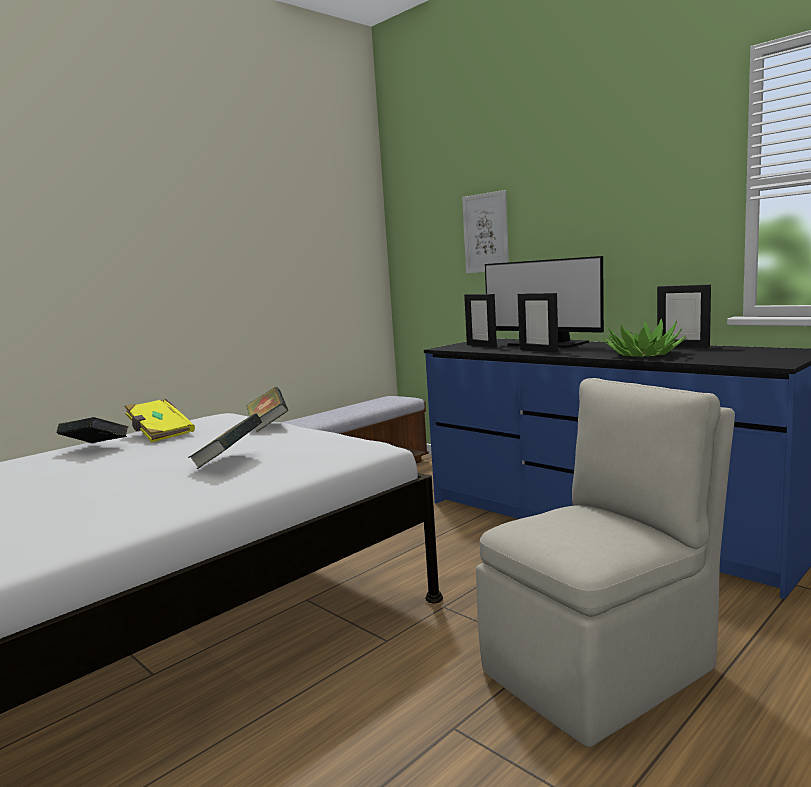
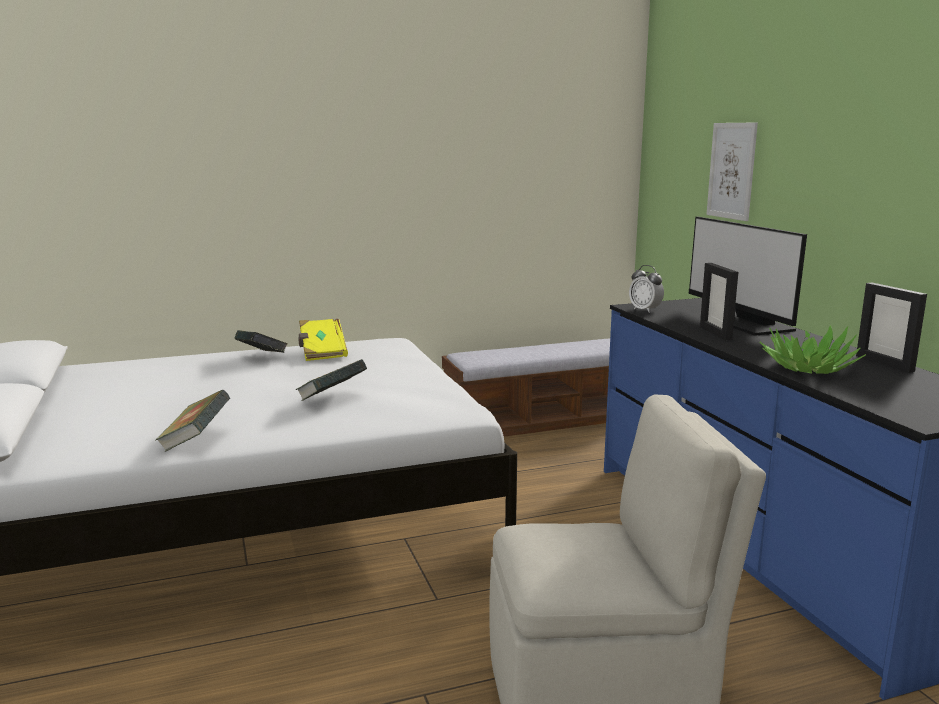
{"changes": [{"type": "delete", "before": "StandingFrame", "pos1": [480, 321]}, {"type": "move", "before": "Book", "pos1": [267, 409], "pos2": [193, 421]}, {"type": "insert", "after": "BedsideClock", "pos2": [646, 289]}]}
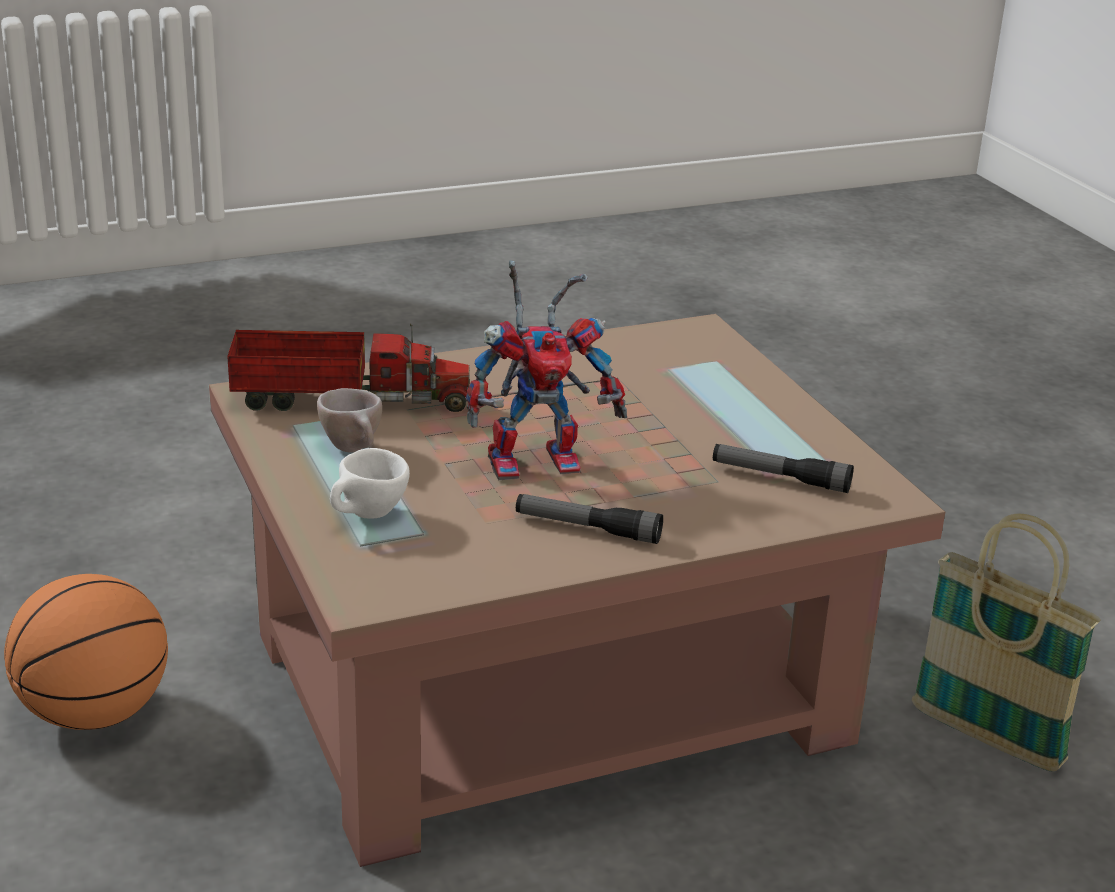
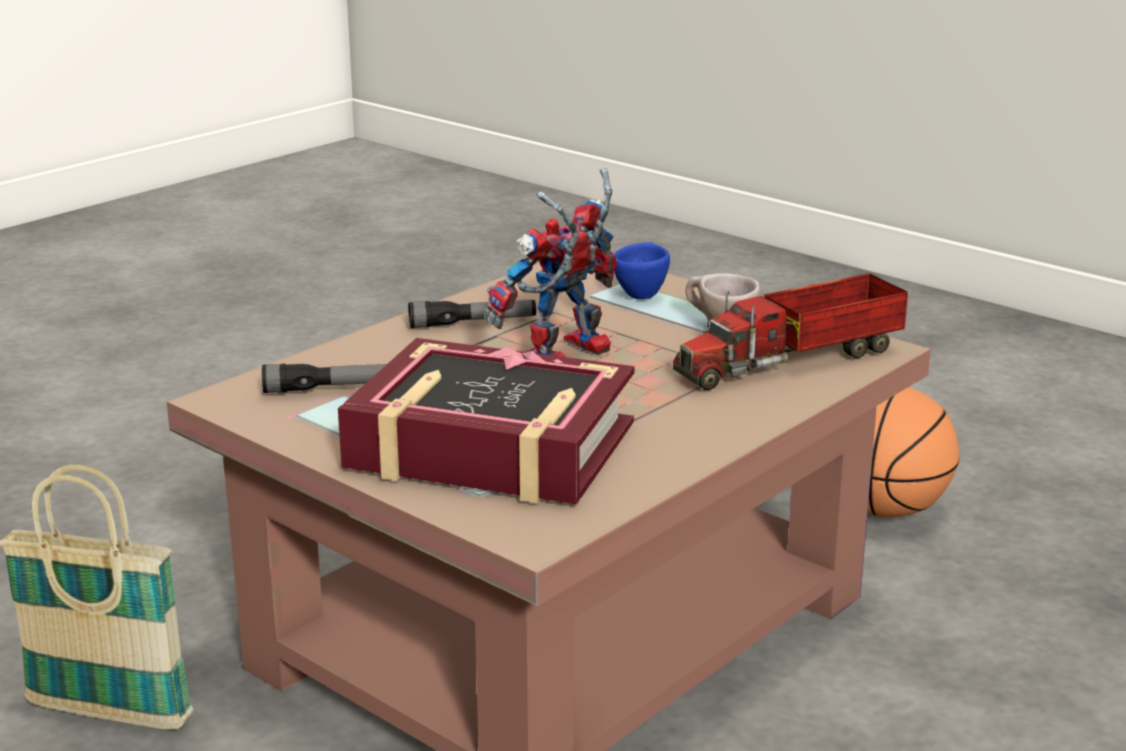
{"changes": [{"type": "recolor", "before": "WhitishCup", "after": "BlueCup", "pos1": [370, 483], "pos2": [642, 270]}, {"type": "insert", "after": "Book", "pos2": [486, 421]}]}
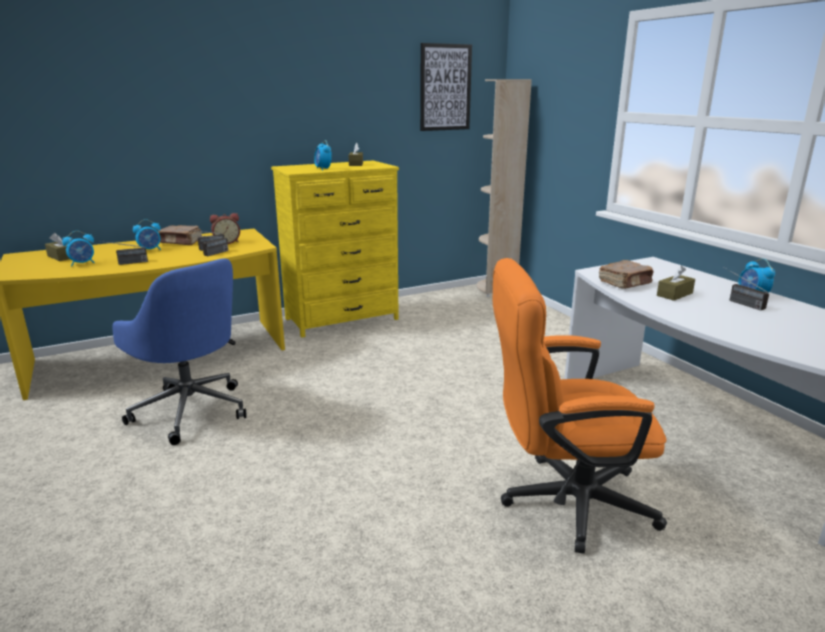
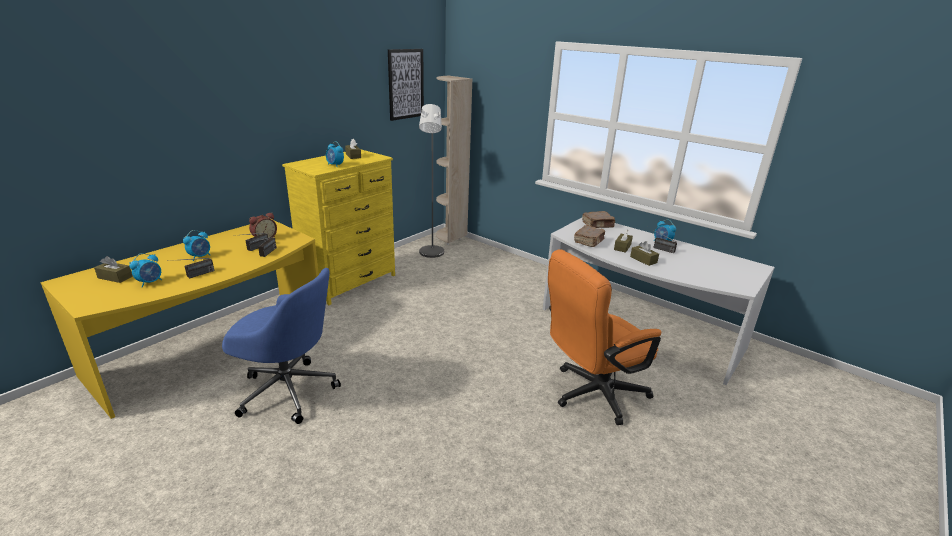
{"changes": [{"type": "move", "before": "BrownBook", "pos1": [180, 235], "pos2": [598, 219]}, {"type": "insert", "after": "GreyishStandingLamp", "pos2": [431, 181]}, {"type": "insert", "after": "BrownTissueHolder", "pos2": [644, 253]}]}
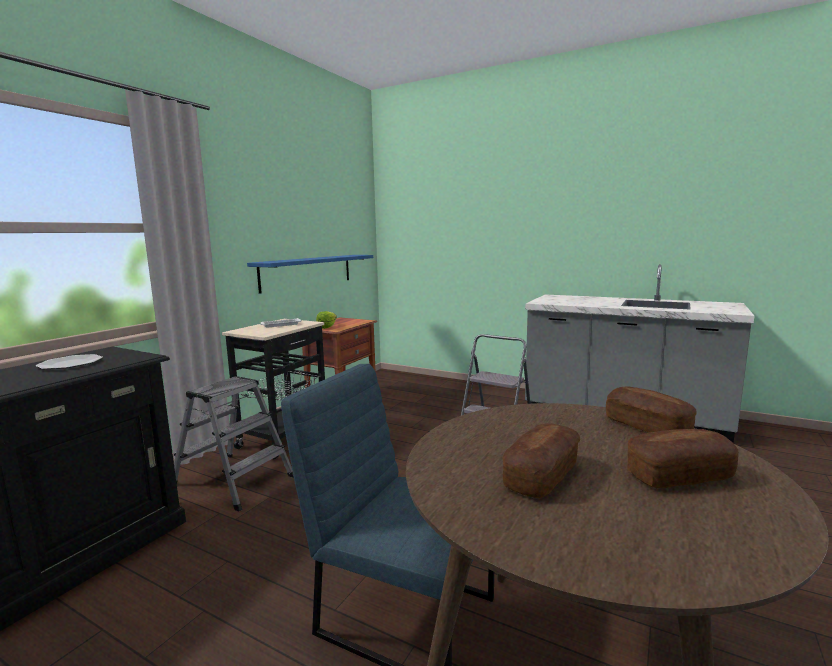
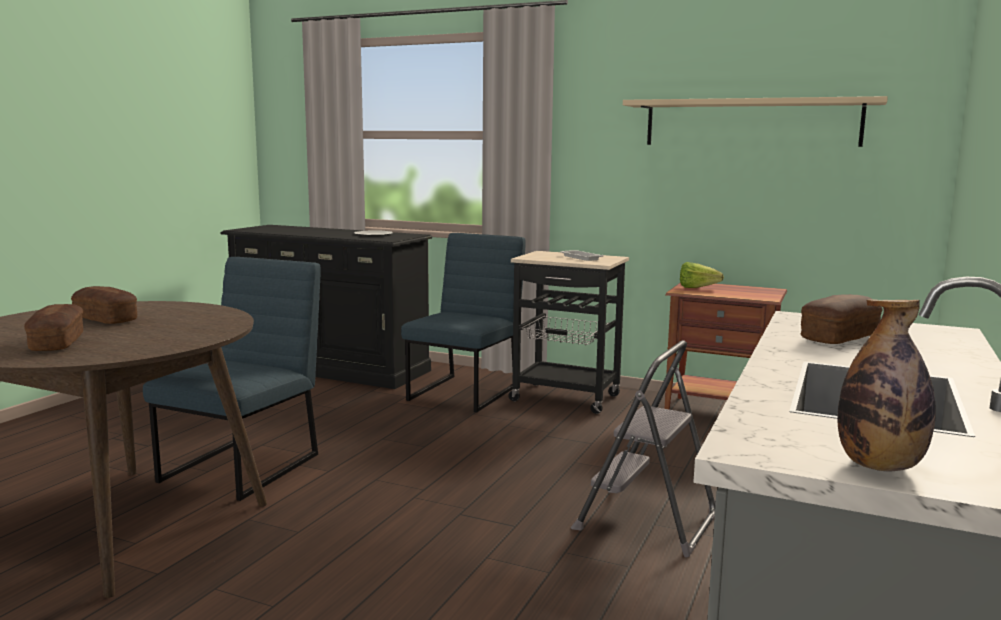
{"changes": [{"type": "delete", "before": "BlueWallShelf", "pos1": [310, 274]}, {"type": "replace", "before": "GreyishStepLadder", "after": "BluePlainChair", "pos1": [234, 443], "pos2": [463, 322]}, {"type": "move", "before": "BakedBread", "pos1": [651, 409], "pos2": [841, 319]}, {"type": "insert", "after": "BeigeColouredWallShelf", "pos2": [755, 121]}, {"type": "insert", "after": "DrinkBottle", "pos2": [886, 385]}]}
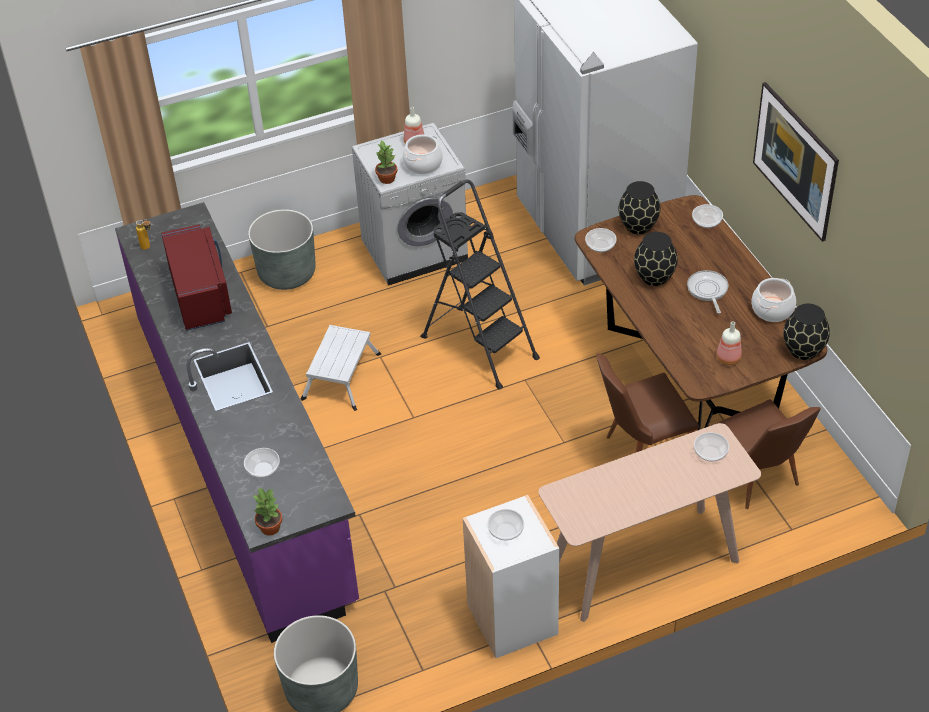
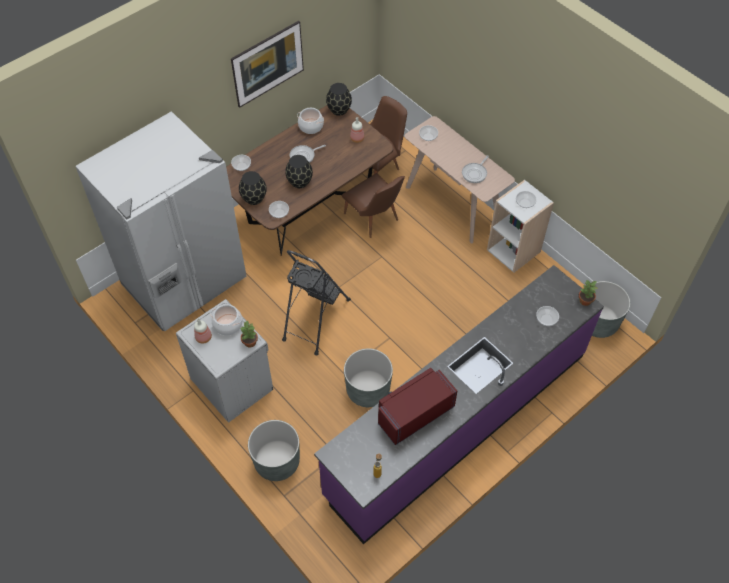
{"changes": [{"type": "replace", "before": "WhitishStepLadder", "after": "GreyishFlowerPot", "pos1": [341, 368], "pos2": [368, 377]}, {"type": "insert", "after": "FryingPan", "pos2": [475, 169]}]}
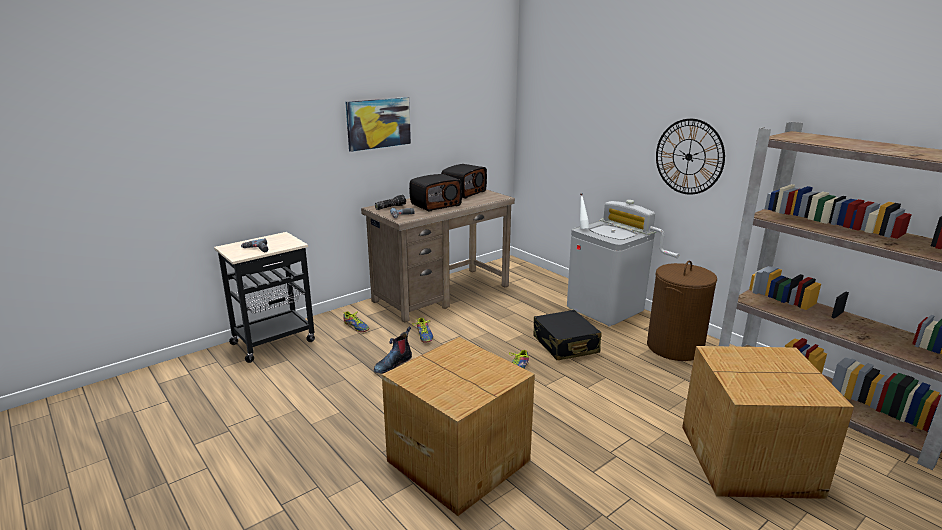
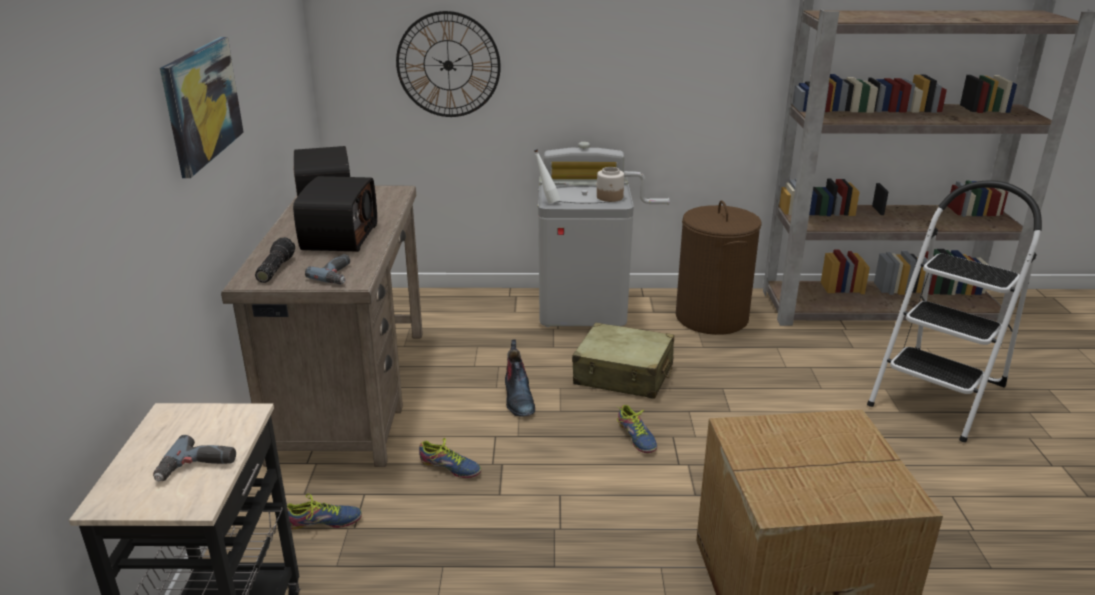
{"changes": [{"type": "move", "before": "WallClock", "pos1": [690, 157], "pos2": [448, 64]}, {"type": "recolor", "before": "BlackTravelCase", "after": "BeigeColouredTravelCase", "pos1": [567, 335], "pos2": [623, 361]}, {"type": "move", "before": "HighTopBoot", "pos1": [393, 350], "pos2": [520, 378]}, {"type": "replace", "before": "PackingBox", "after": "StepLadder", "pos1": [768, 422], "pos2": [954, 311]}, {"type": "insert", "after": "Jar", "pos2": [610, 184]}]}
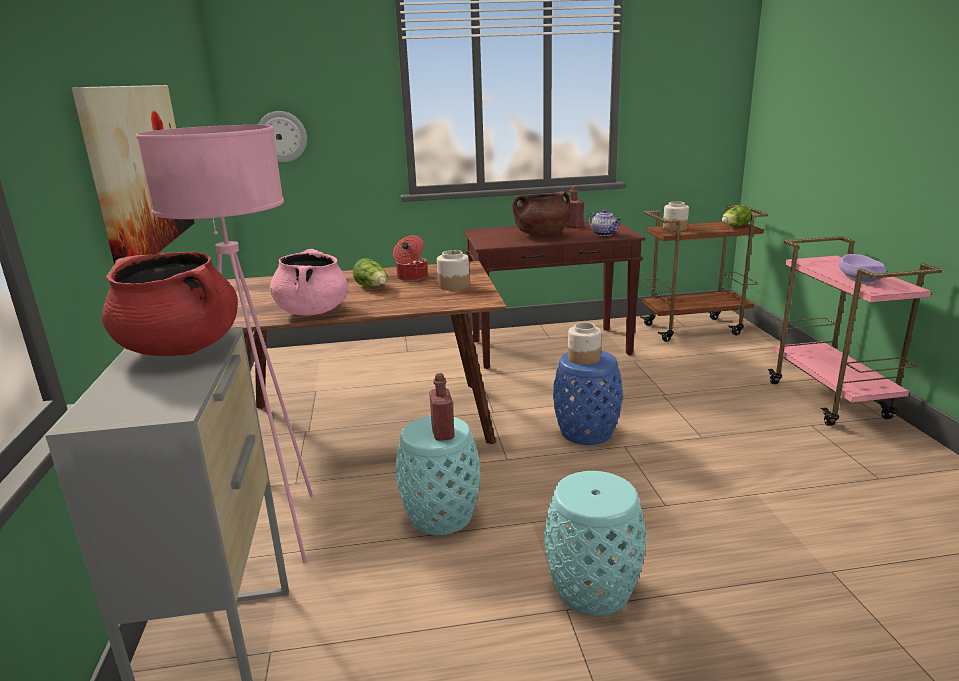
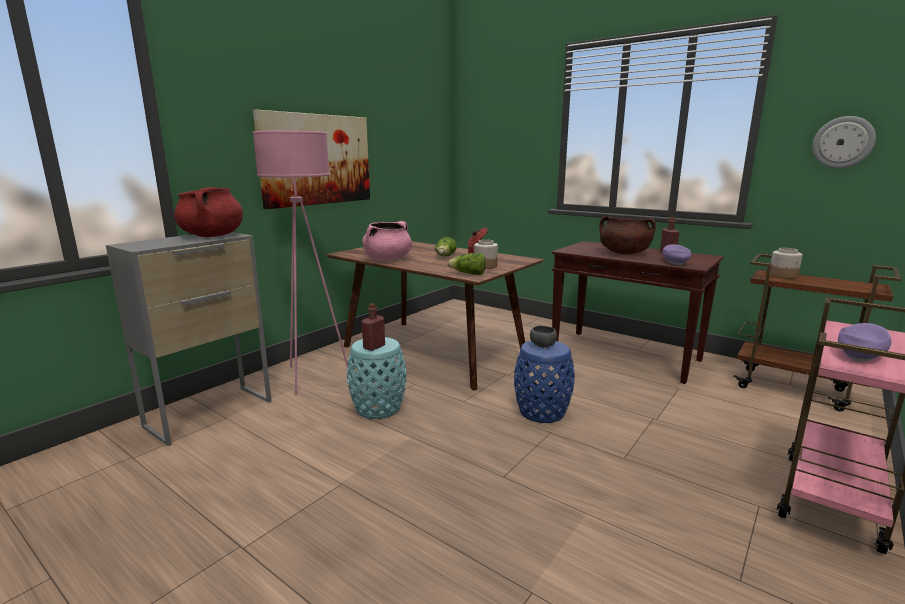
{"changes": [{"type": "move", "before": "WallClock", "pos1": [282, 136], "pos2": [844, 142]}, {"type": "move", "before": "Lettuce", "pos1": [737, 215], "pos2": [466, 264]}, {"type": "replace", "before": "TeaPot", "after": "PurplishDeepDish", "pos1": [605, 222], "pos2": [677, 254]}, {"type": "replace", "before": "Jar", "after": "GreyishDeepDish", "pos1": [584, 343], "pos2": [543, 336]}, {"type": "delete", "before": "TurquoiseStoolSeat", "pos1": [595, 543]}]}
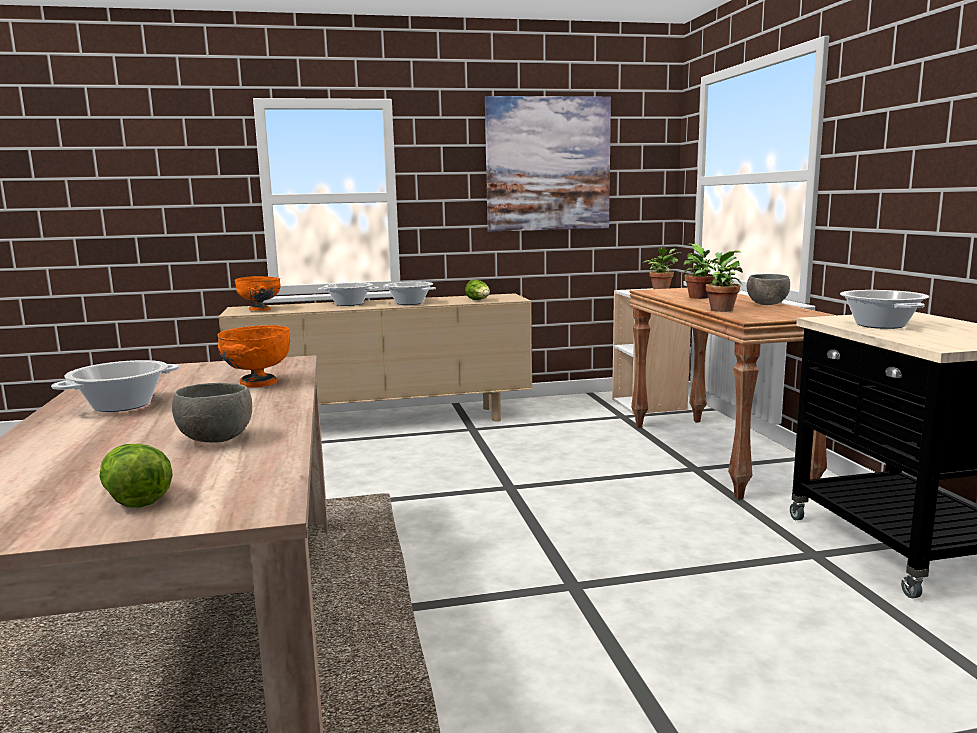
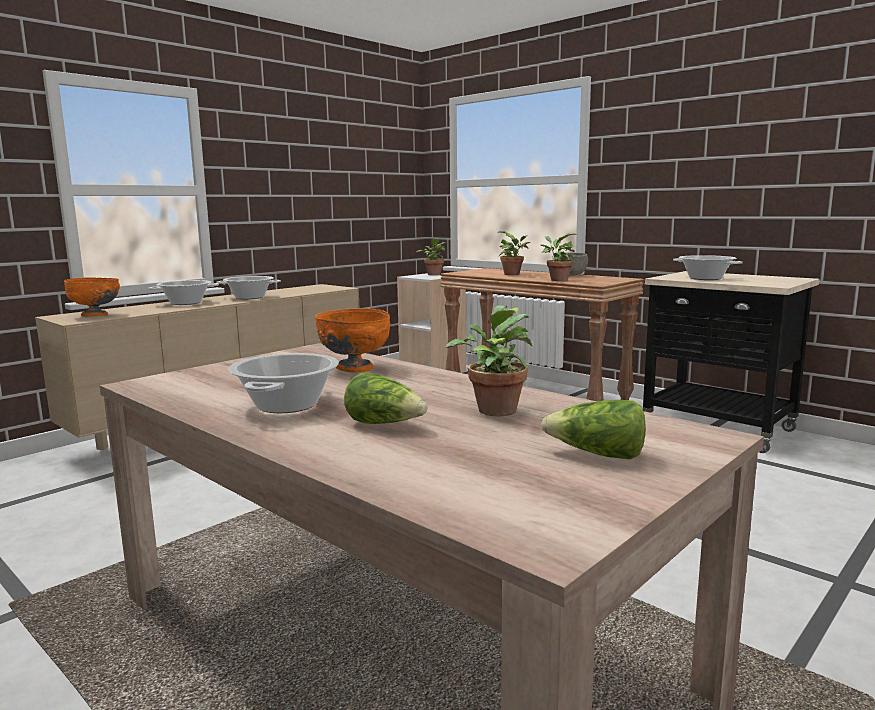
{"changes": [{"type": "delete", "before": "WallPicture", "pos1": [548, 164]}, {"type": "move", "before": "Lettuce", "pos1": [477, 289], "pos2": [385, 398]}, {"type": "replace", "before": "GreyishDeepDish", "after": "PlantInAPot", "pos1": [212, 412], "pos2": [489, 360]}]}
